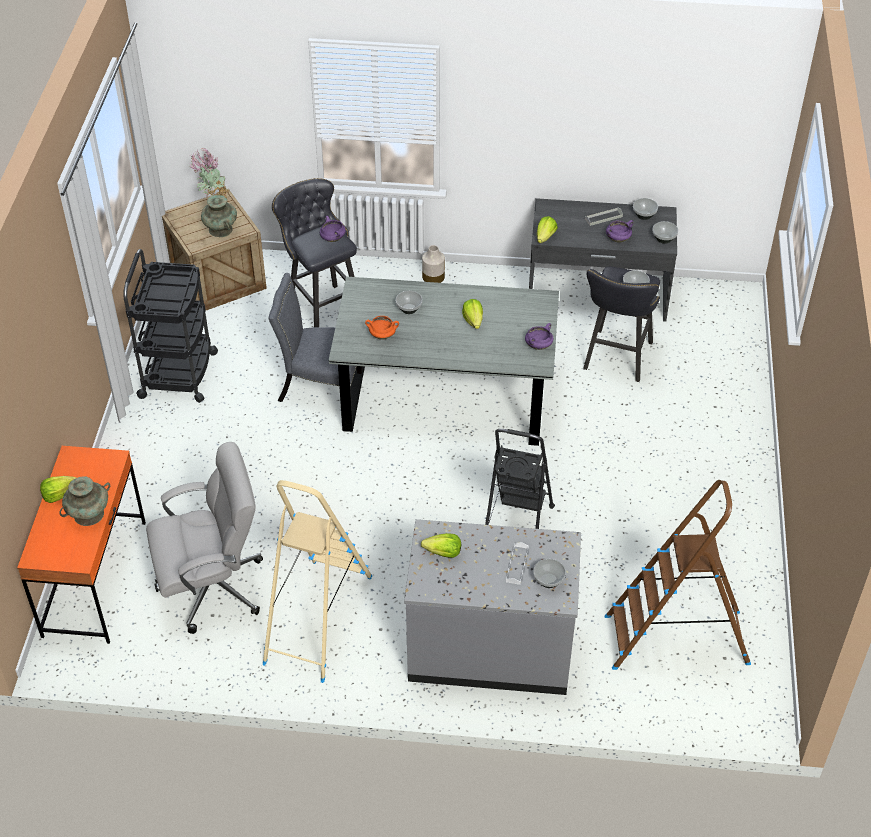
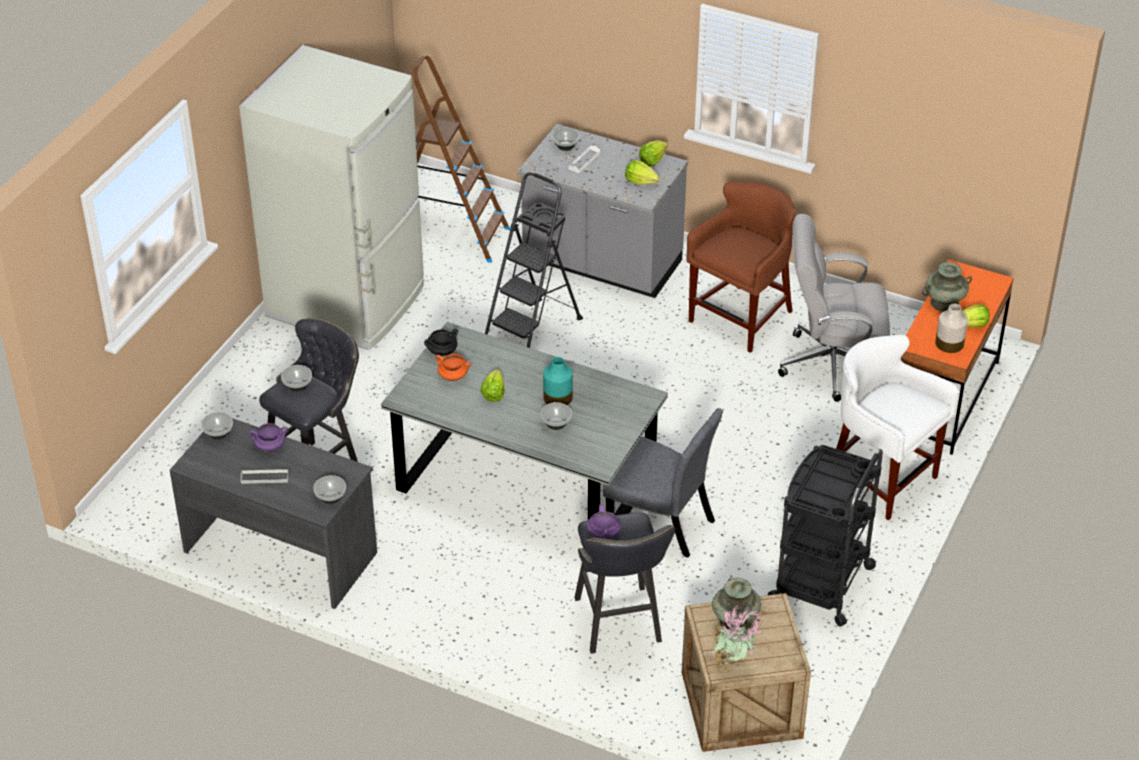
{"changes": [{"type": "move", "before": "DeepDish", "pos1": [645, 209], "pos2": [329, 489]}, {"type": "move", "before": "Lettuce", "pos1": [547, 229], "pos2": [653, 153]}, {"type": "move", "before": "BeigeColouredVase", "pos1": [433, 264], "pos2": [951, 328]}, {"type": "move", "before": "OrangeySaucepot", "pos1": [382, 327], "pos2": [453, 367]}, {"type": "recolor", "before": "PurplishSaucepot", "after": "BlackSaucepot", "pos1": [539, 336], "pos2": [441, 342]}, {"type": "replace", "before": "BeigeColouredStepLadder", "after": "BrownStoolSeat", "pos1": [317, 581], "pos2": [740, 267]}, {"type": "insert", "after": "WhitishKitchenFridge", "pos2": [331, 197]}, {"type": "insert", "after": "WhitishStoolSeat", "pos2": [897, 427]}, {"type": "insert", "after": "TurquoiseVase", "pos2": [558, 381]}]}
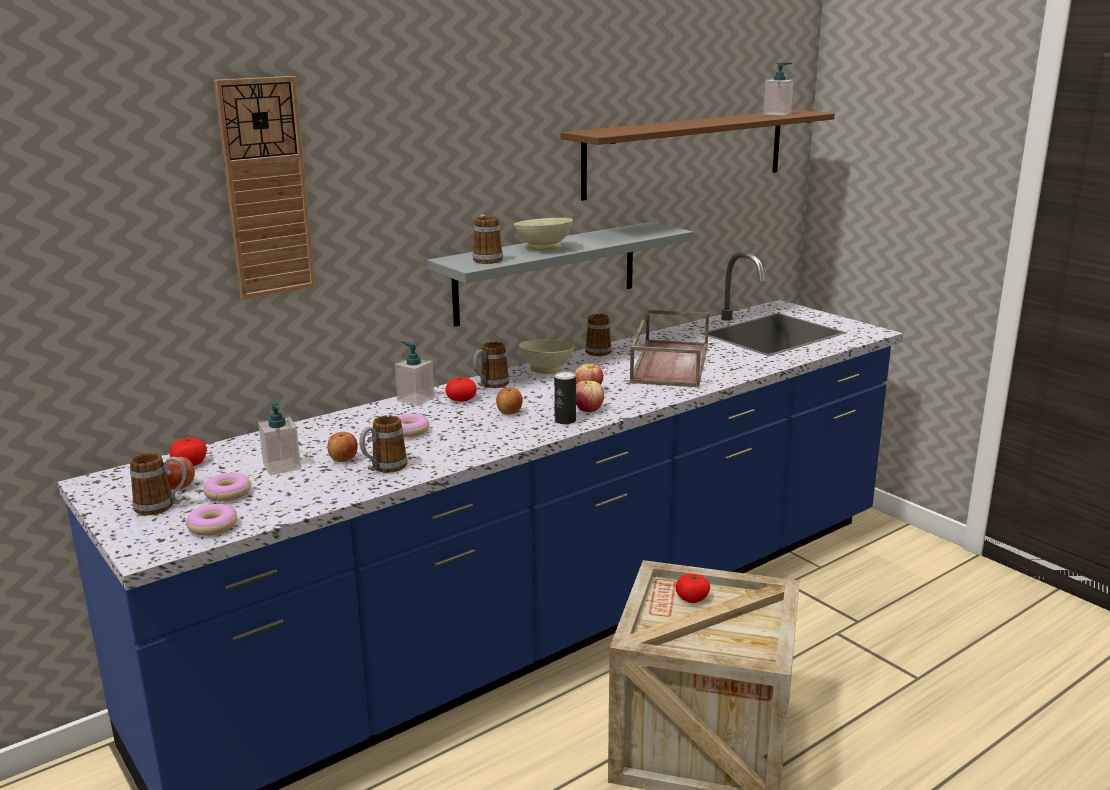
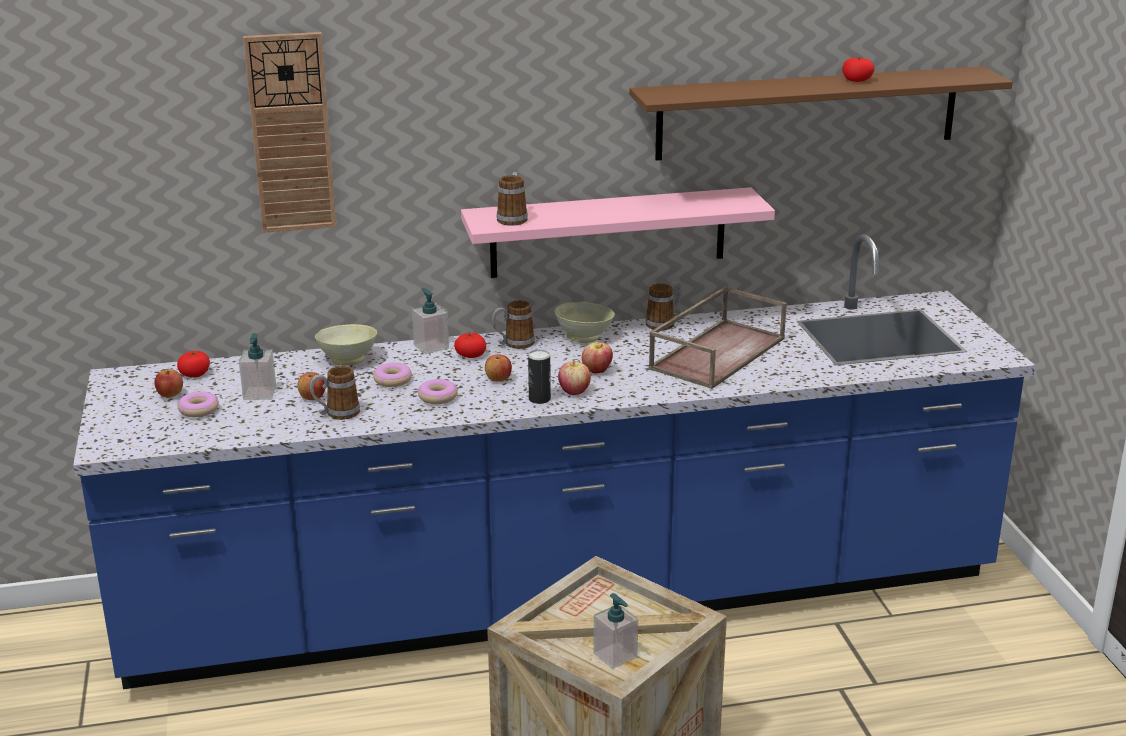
{"changes": [{"type": "move", "before": "SoapDispenser", "pos1": [778, 88], "pos2": [615, 631]}, {"type": "move", "before": "BeigeColouredDeepDish", "pos1": [543, 234], "pos2": [346, 345]}, {"type": "recolor", "before": "GreyishWallShelf", "after": "PinkColouredWallShelf", "pos1": [560, 274], "pos2": [618, 232]}, {"type": "delete", "before": "Mug", "pos1": [158, 483]}, {"type": "move", "before": "RingDoughnut", "pos1": [211, 520], "pos2": [437, 391]}, {"type": "move", "before": "FreshTomato", "pos1": [692, 588], "pos2": [858, 69]}]}
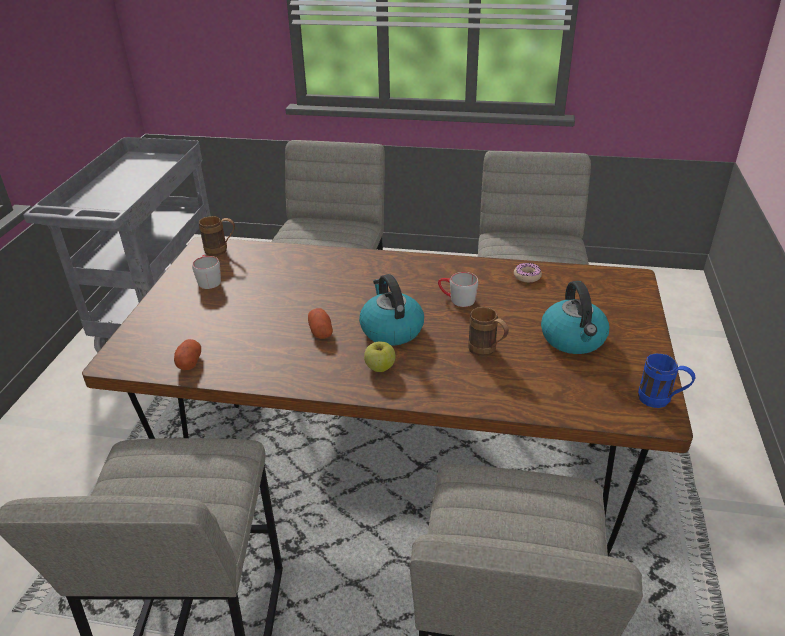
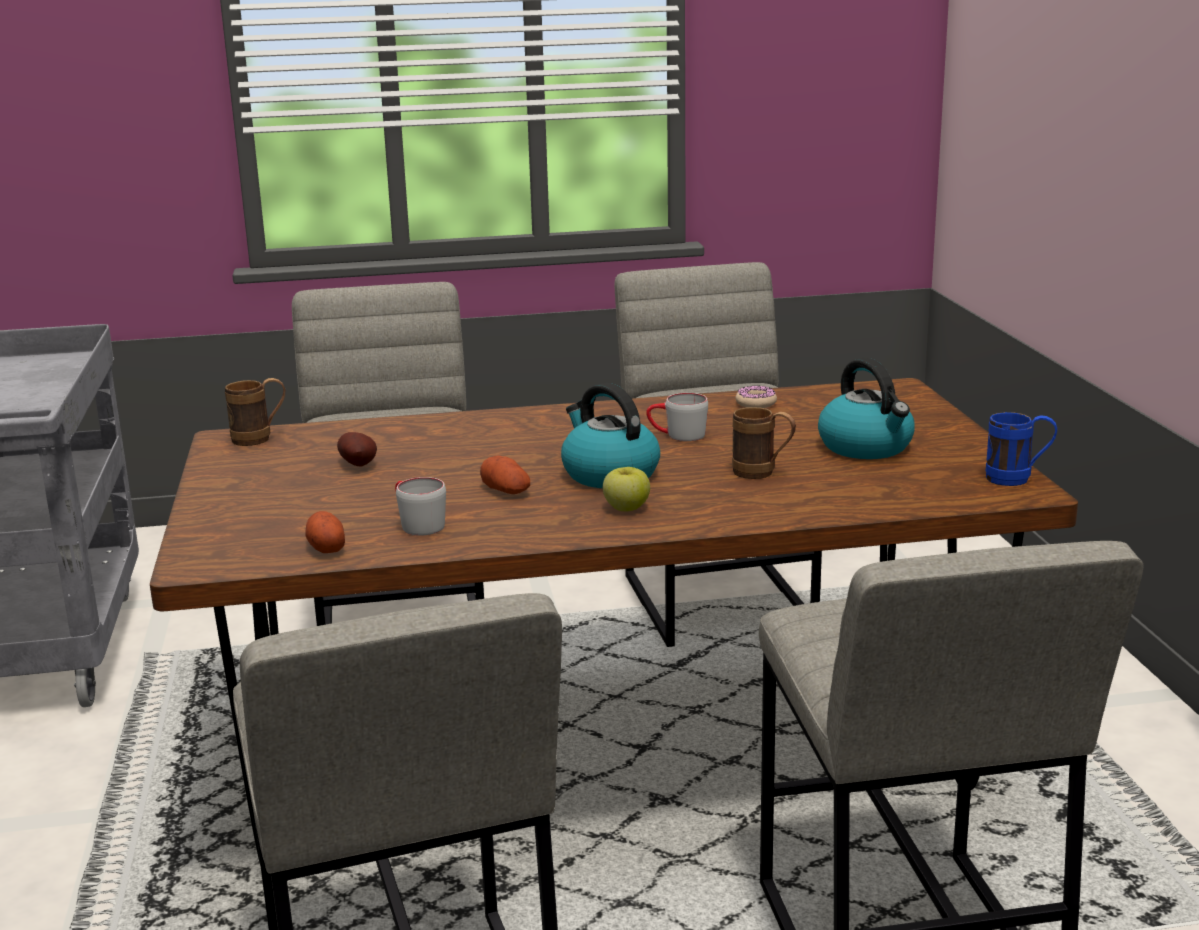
{"changes": [{"type": "move", "before": "GreyishMug", "pos1": [206, 272], "pos2": [420, 506]}, {"type": "insert", "after": "Potato", "pos2": [357, 449]}]}
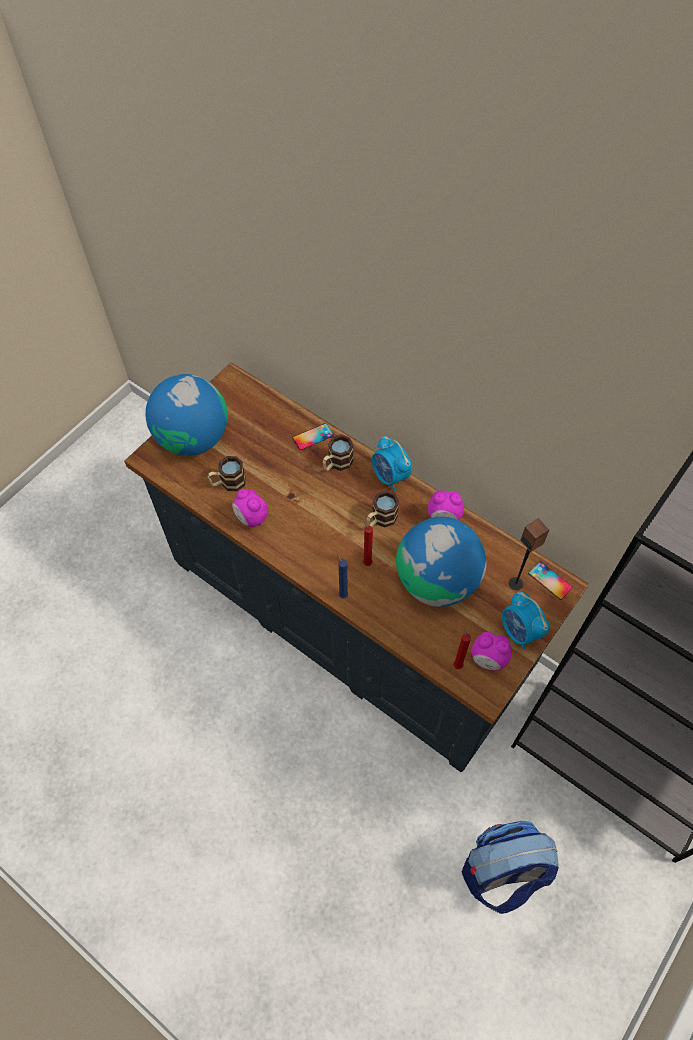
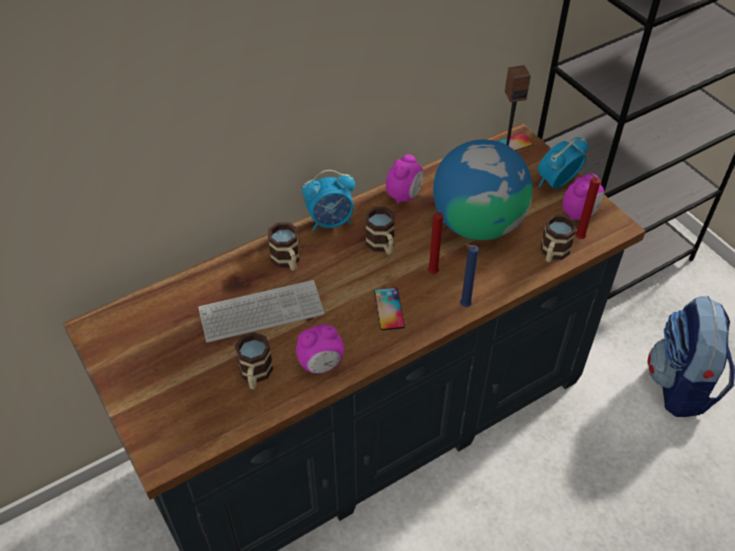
{"changes": [{"type": "delete", "before": "Globe", "pos1": [186, 415]}, {"type": "move", "before": "Telephone", "pos1": [313, 436], "pos2": [389, 308]}, {"type": "rotate", "before": "BedsideClock", "pos1": [526, 620], "pos2": [563, 163], "turn": 150}, {"type": "insert", "after": "Mug", "pos2": [558, 239]}, {"type": "insert", "after": "PcKeyboard", "pos2": [261, 311]}]}
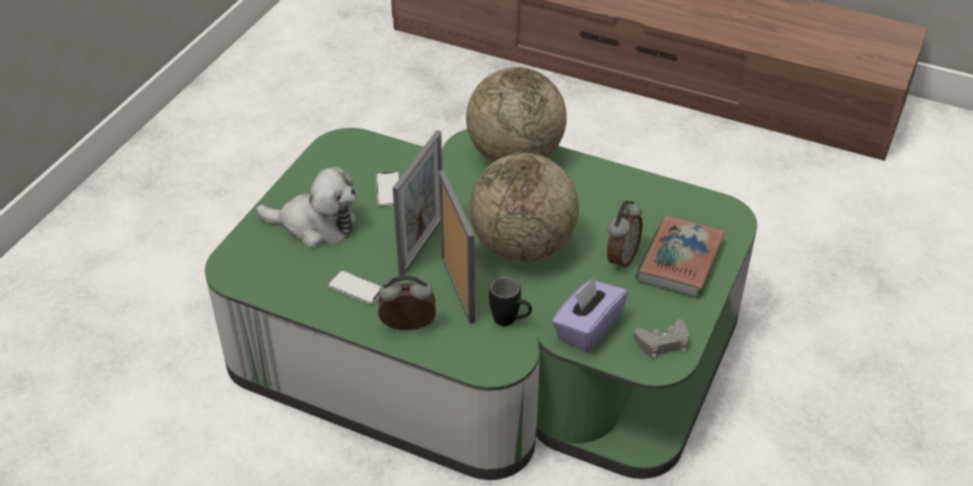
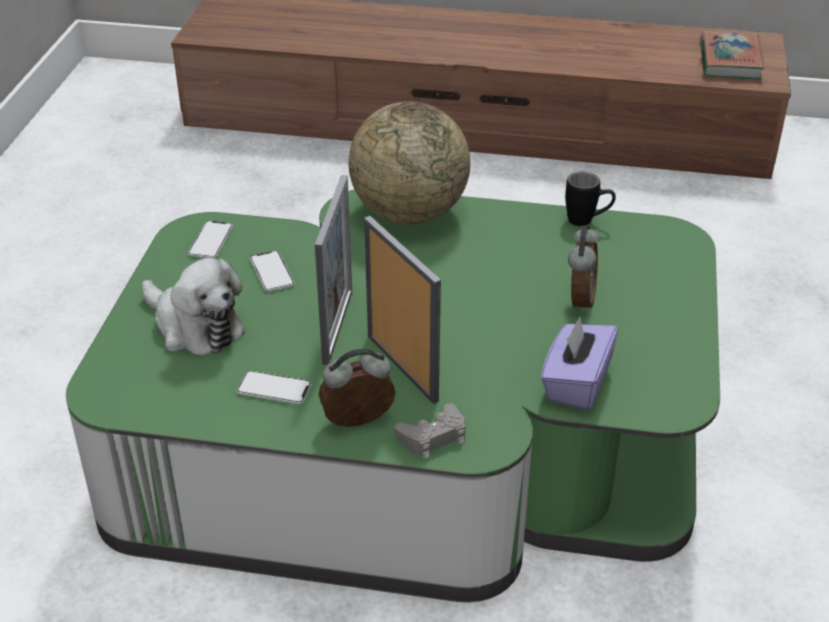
{"changes": [{"type": "delete", "before": "Globe", "pos1": [524, 208]}, {"type": "rotate", "before": "SoftToy", "pos1": [306, 207], "pos2": [193, 306], "turn": 45}, {"type": "move", "before": "Book", "pos1": [680, 257], "pos2": [732, 55]}, {"type": "move", "before": "BlackMug", "pos1": [510, 301], "pos2": [590, 198]}, {"type": "move", "before": "GreyishJoypad", "pos1": [661, 339], "pos2": [430, 431]}, {"type": "insert", "after": "Telephone", "pos2": [210, 239]}]}
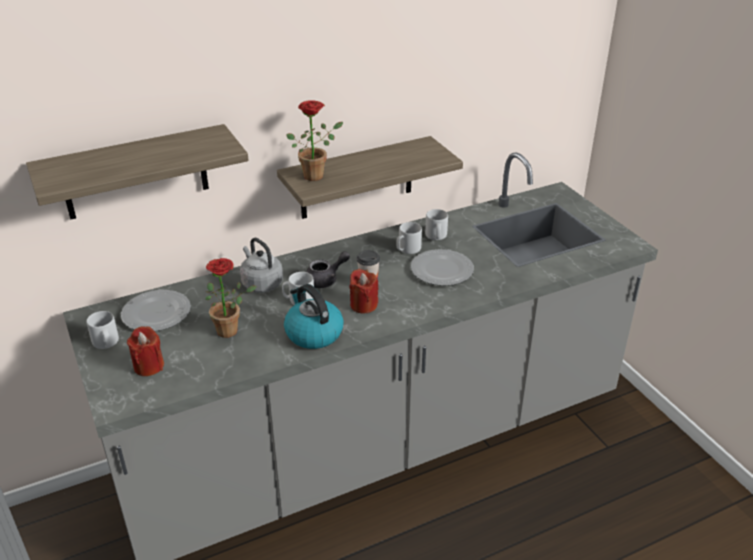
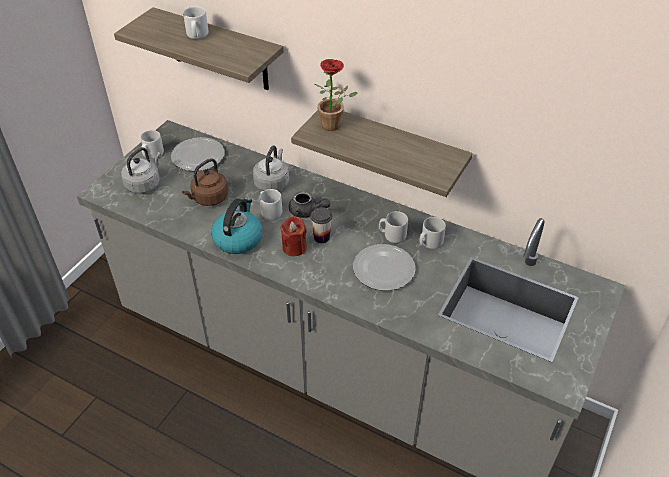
{"changes": [{"type": "replace", "before": "PlantInAPot", "after": "BrownWaterKettle", "pos1": [231, 298], "pos2": [205, 182]}, {"type": "replace", "before": "RedCandle", "after": "GreyishWaterKettle", "pos1": [145, 351], "pos2": [141, 170]}, {"type": "insert", "after": "GreyishMug", "pos2": [196, 23]}]}
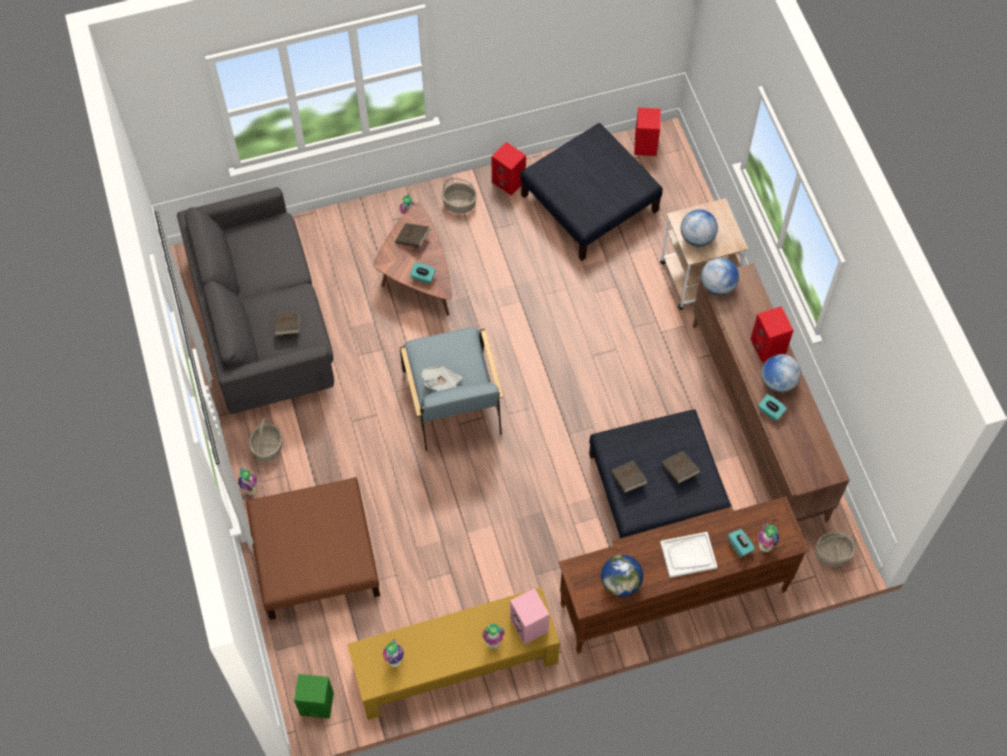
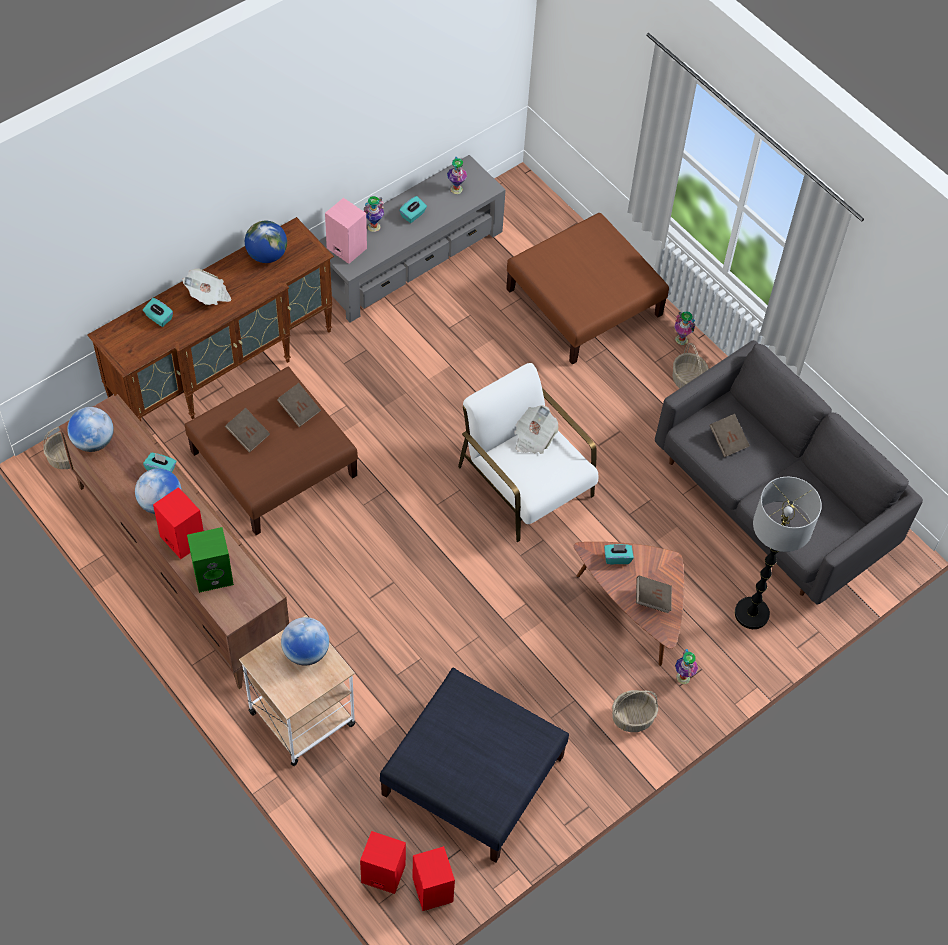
{"changes": [{"type": "move", "before": "RedAudioSpeaker", "pos1": [508, 169], "pos2": [383, 862]}, {"type": "move", "before": "Globe", "pos1": [720, 277], "pos2": [90, 429]}, {"type": "recolor", "before": "BlueLoungeChair", "after": "WhitishLoungeChair", "pos1": [451, 389], "pos2": [528, 453]}, {"type": "recolor", "before": "BlueOttoman", "after": "BrownOttoman", "pos1": [660, 474], "pos2": [271, 450]}, {"type": "delete", "before": "Vase", "pos1": [768, 537]}, {"type": "replace", "before": "WhitishServingTray", "after": "DailyPaper", "pos1": [688, 555], "pos2": [207, 287]}, {"type": "recolor", "before": "YellowishTvStand", "after": "GreyishTvStand", "pos1": [453, 653], "pos2": [412, 238]}, {"type": "move", "before": "GreenColouredAudioSpeaker", "pos1": [314, 696], "pos2": [210, 560]}, {"type": "insert", "after": "TurquoiseTissueHolder", "pos2": [413, 209]}, {"type": "insert", "after": "StandingLamp", "pos2": [778, 553]}]}
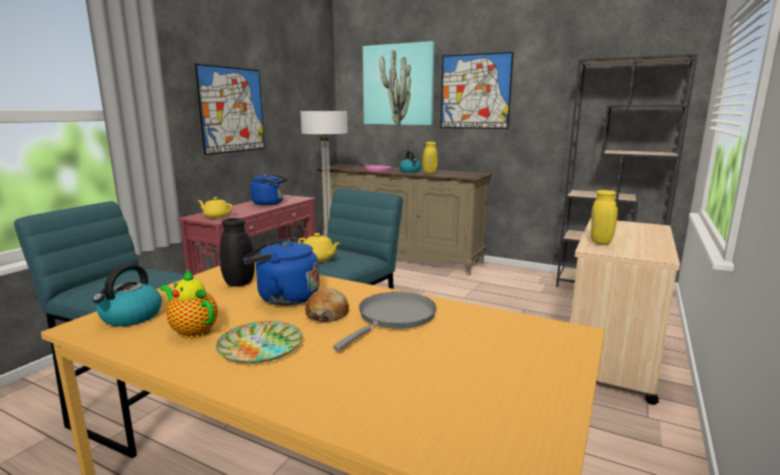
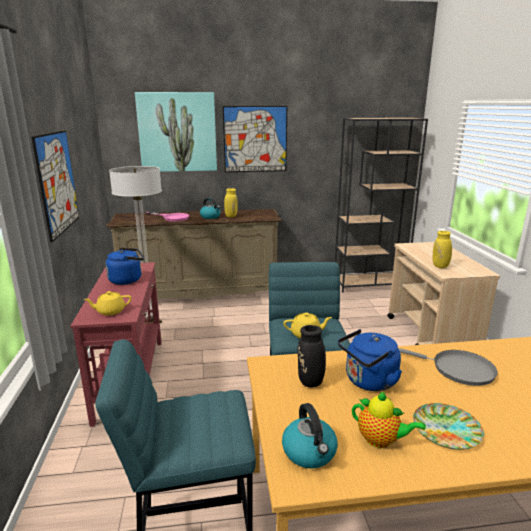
{"changes": [{"type": "rotate", "before": "TeaPot", "pos1": [189, 304], "pos2": [389, 420], "turn": -150}, {"type": "delete", "before": "BakedBread", "pos1": [327, 305]}, {"type": "rotate", "before": "GreyishFryingPan", "pos1": [385, 321], "pos2": [448, 367], "turn": 120}]}
